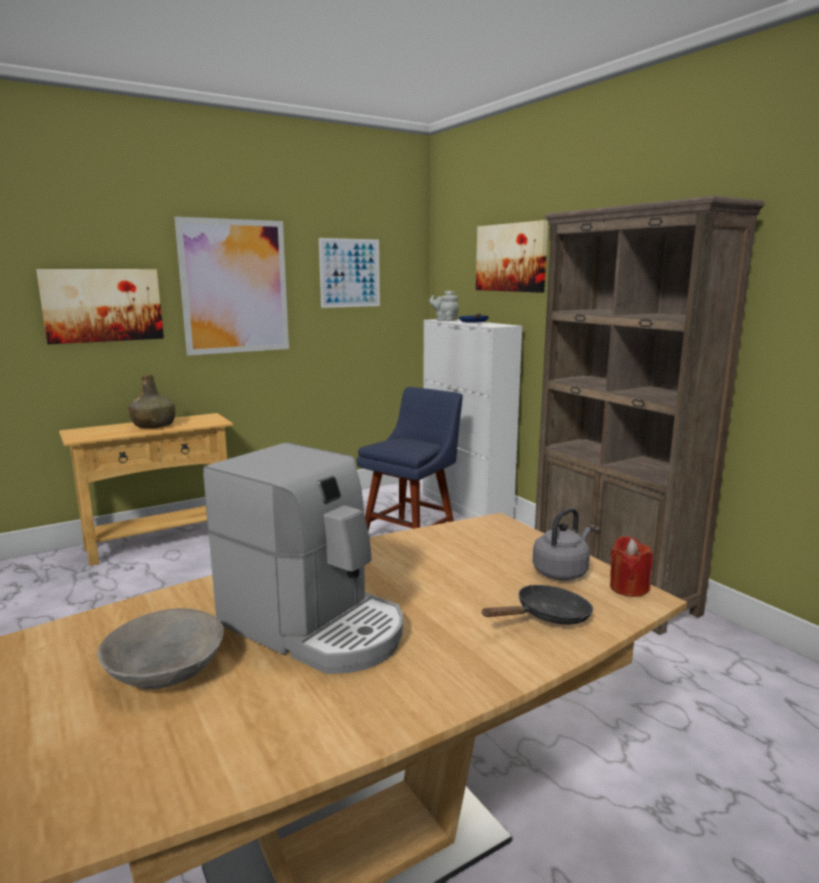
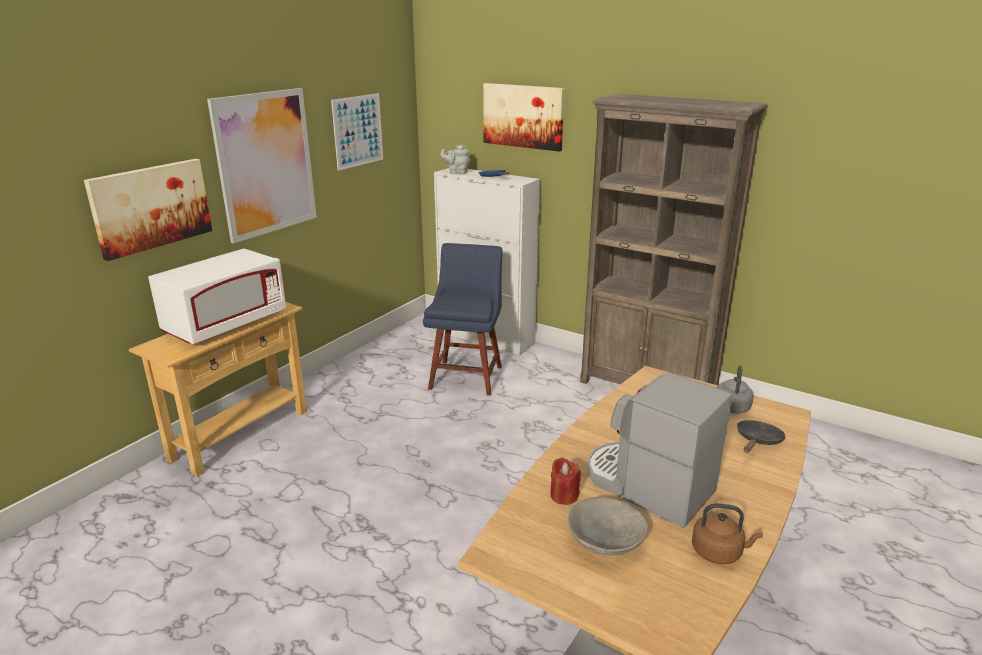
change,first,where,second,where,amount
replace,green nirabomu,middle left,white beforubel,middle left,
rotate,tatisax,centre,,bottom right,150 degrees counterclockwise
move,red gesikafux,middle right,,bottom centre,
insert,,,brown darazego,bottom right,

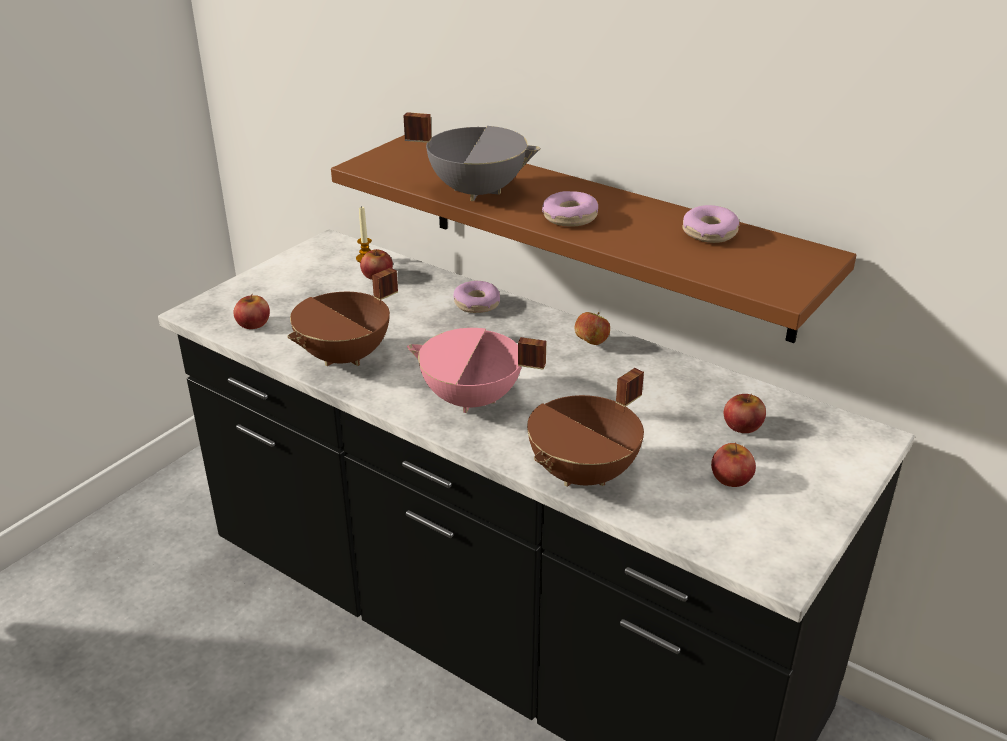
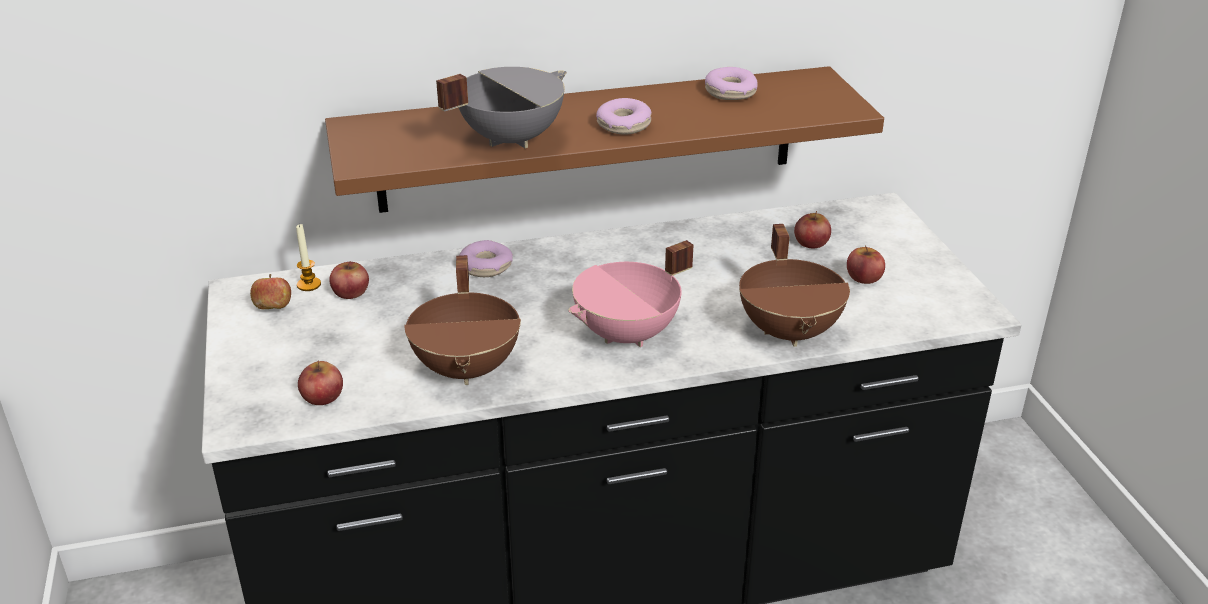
change,first,where,second,where,amount
move,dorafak (3rd from left in the first image),centre,dorafak (1st from left),middle left,

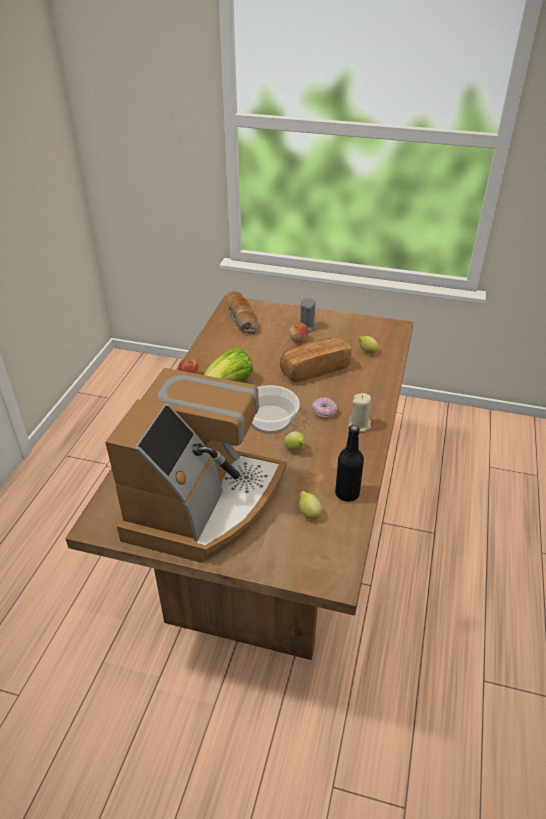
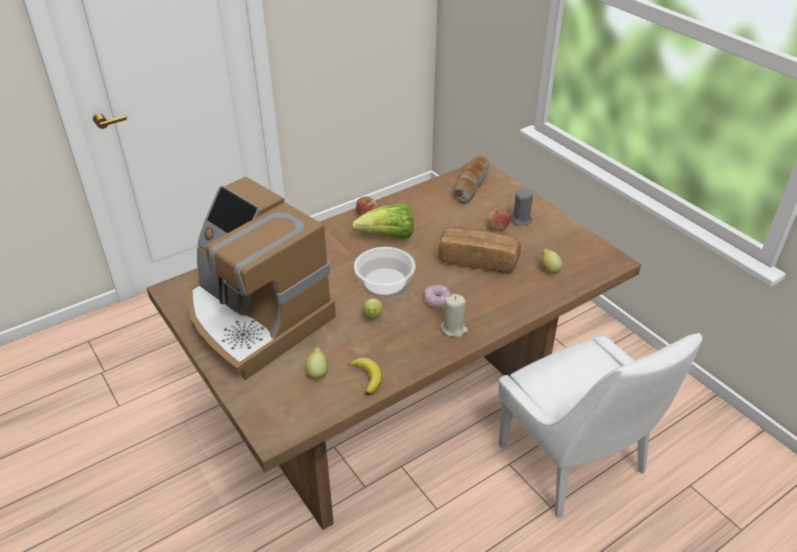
change,first,where,second,where,amount
rotate,tatisax,centre,,middle left,75 degrees clockwise
replace,black nirabomu,centre,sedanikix,bottom centre,
insert,,,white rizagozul,bottom right,

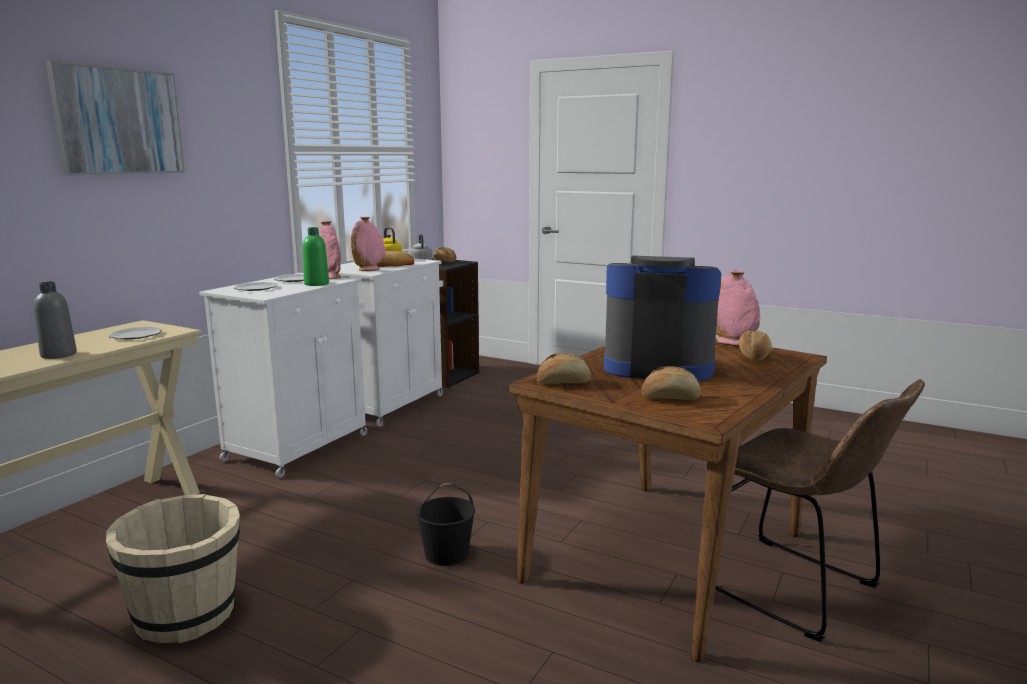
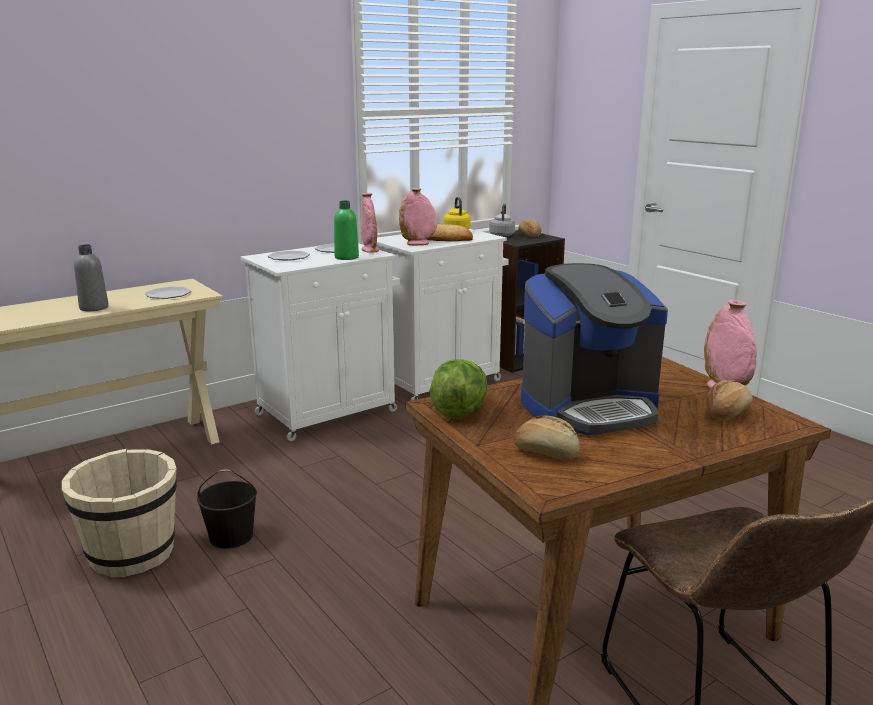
change,first,where,second,where,amount
delete,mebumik,top left,,,
move,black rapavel,bottom centre,,bottom left,
replace,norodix (3rd from left),centre,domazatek,centre,
rotate,tatisax,centre,,middle right,120 degrees clockwise

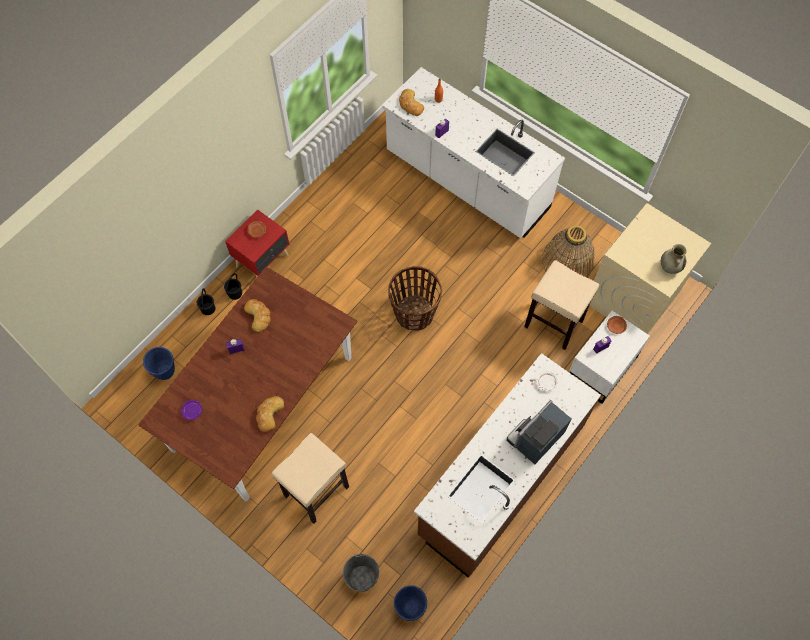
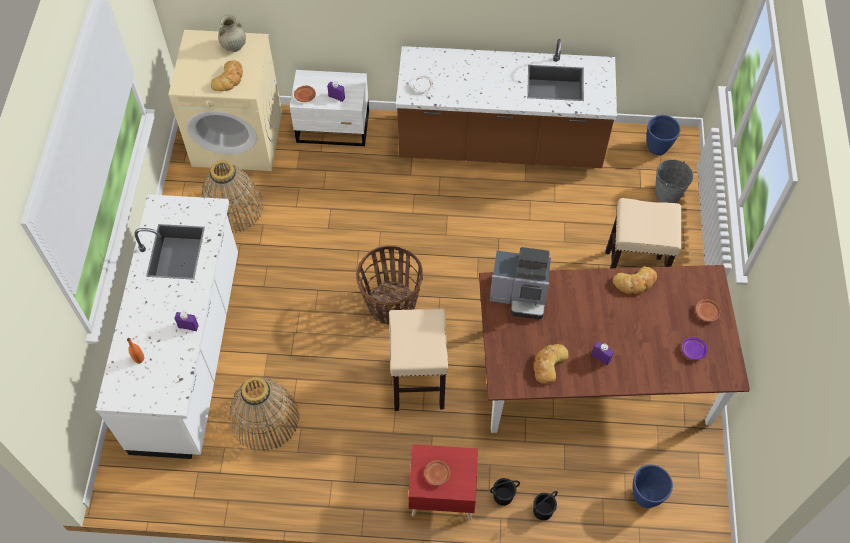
change,first,where,second,where,amount
move,norodix (3rd from left in the first image),top centre,norodix (1st from left),top left,
move,tatisax,bottom centre,,centre,
move,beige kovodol (2nd from left in the first image),middle right,beige kovodol (1st from left),centre,
insert,,,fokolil (2nd from left),bottom left,
insert,,,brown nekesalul (3rd from left),middle right,

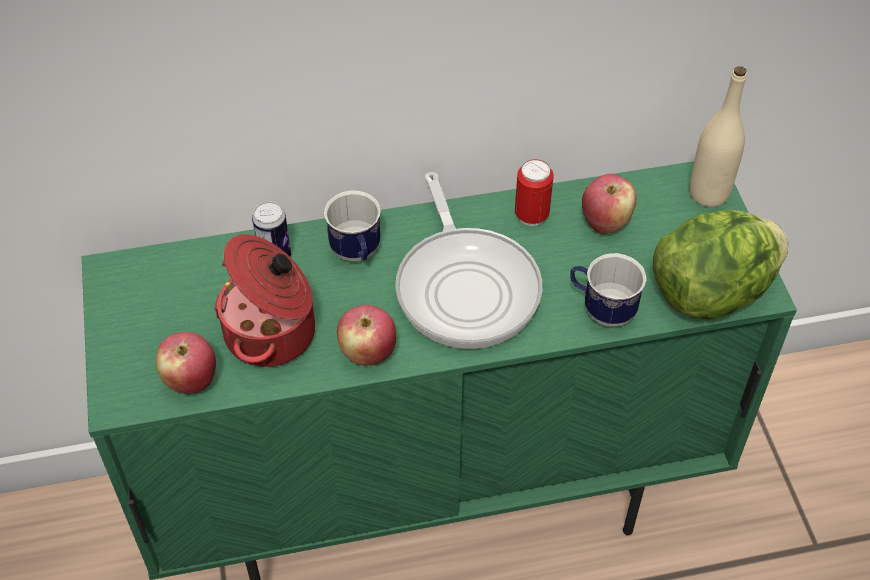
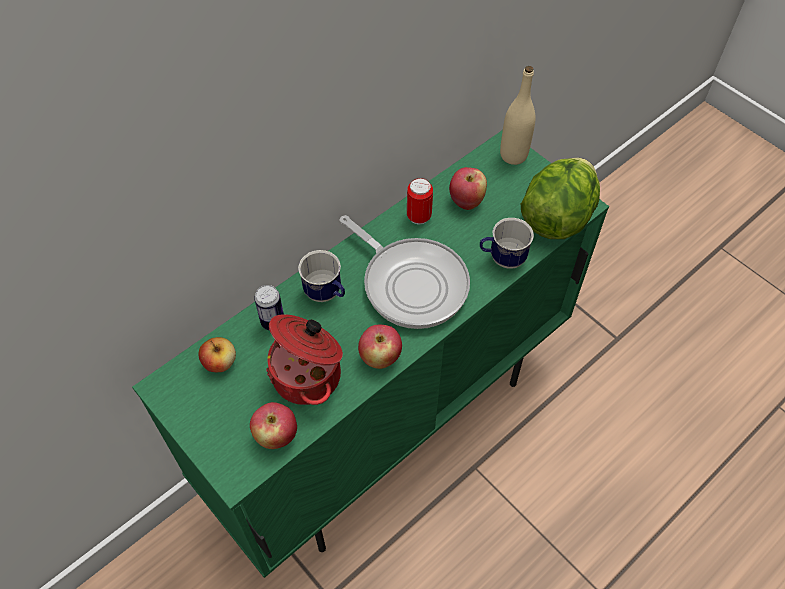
change,first,where,second,where,amount
insert,,,dorafak (1st from left),middle left,

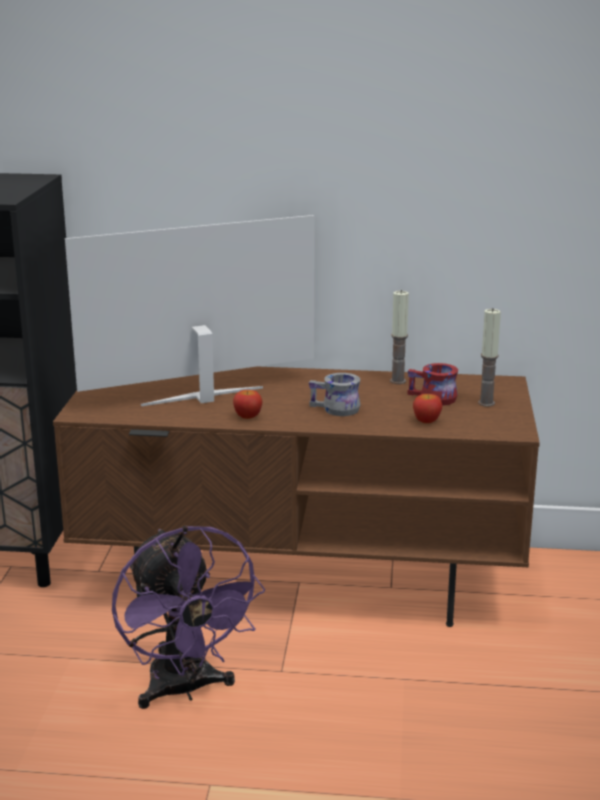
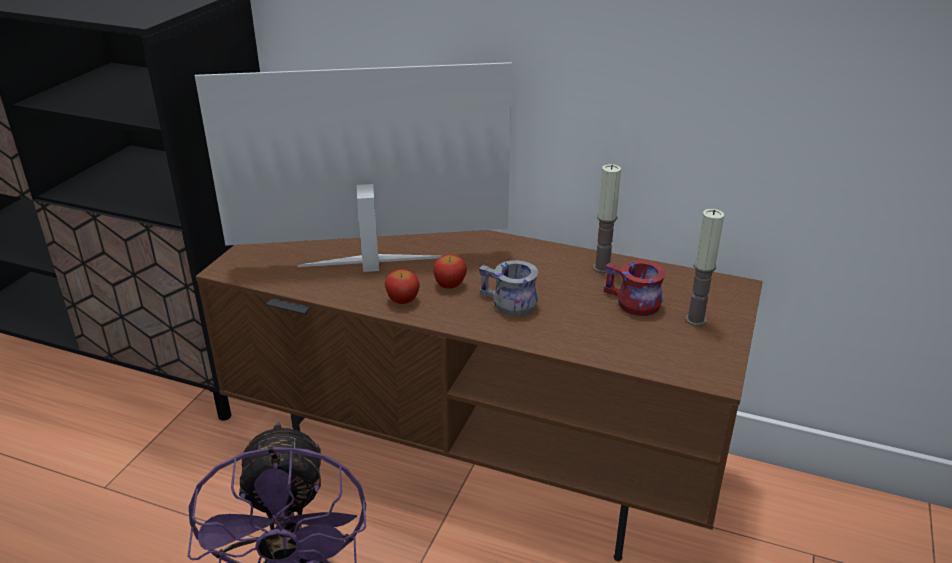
change,first,where,second,where,amount
move,dorafak (2nd from left),middle right,,centre,

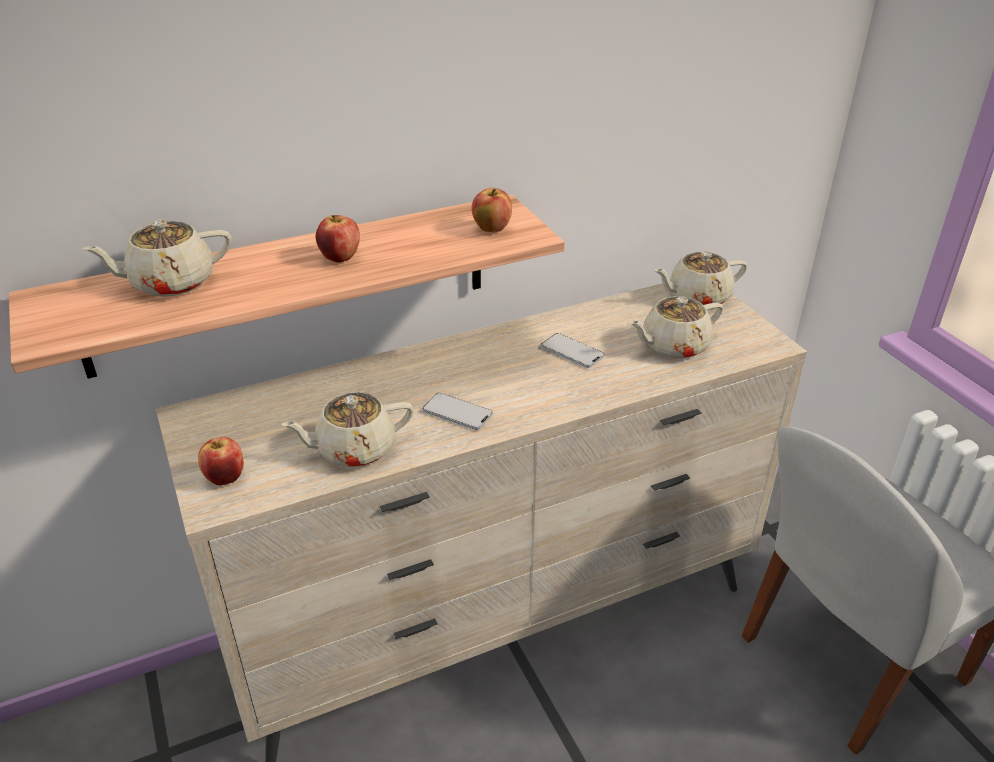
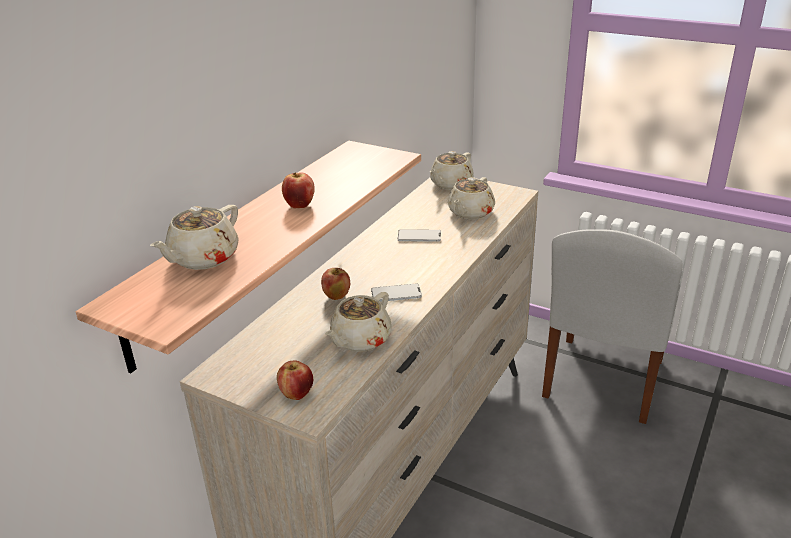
change,first,where,second,where,amount
move,dorafak (3rd from left),top centre,,centre,

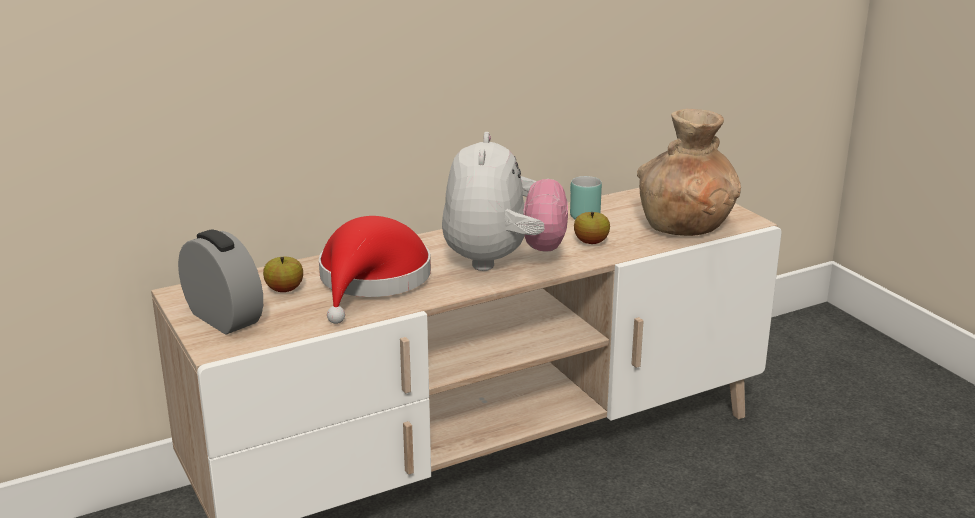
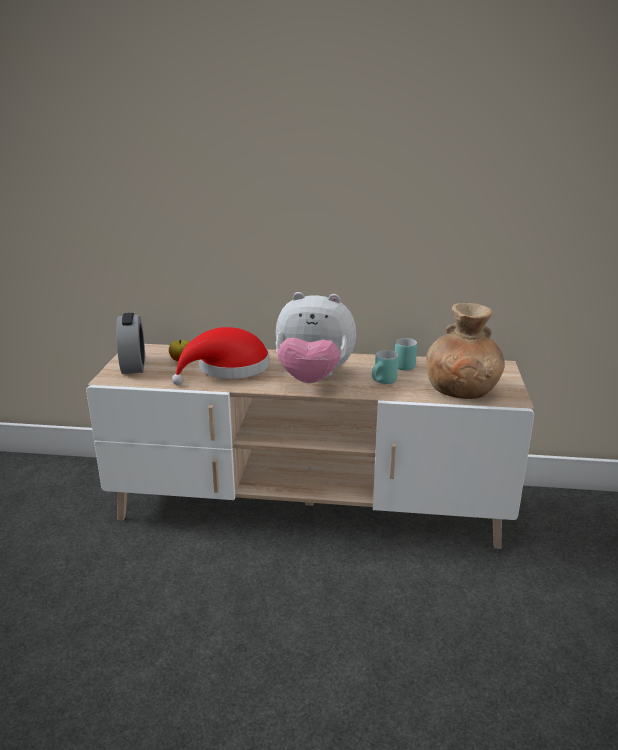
change,first,where,second,where,amount
rotate,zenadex,centre,,centre,60 degrees clockwise
replace,dorafak (2nd from left),centre,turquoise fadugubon (1st from left),centre,

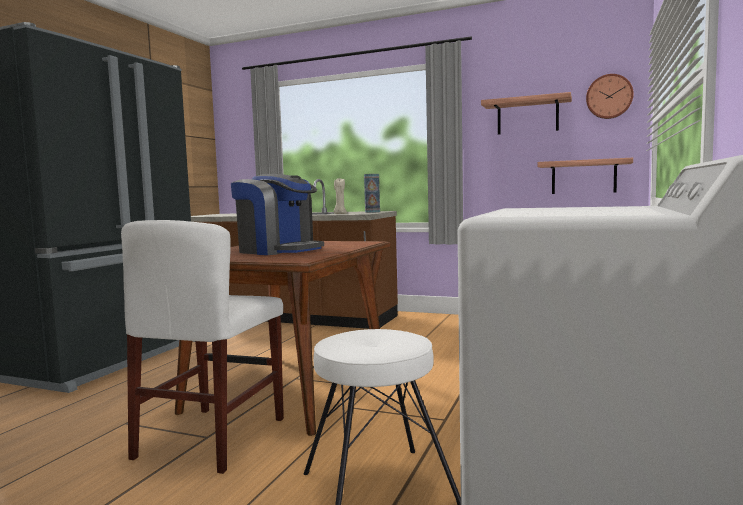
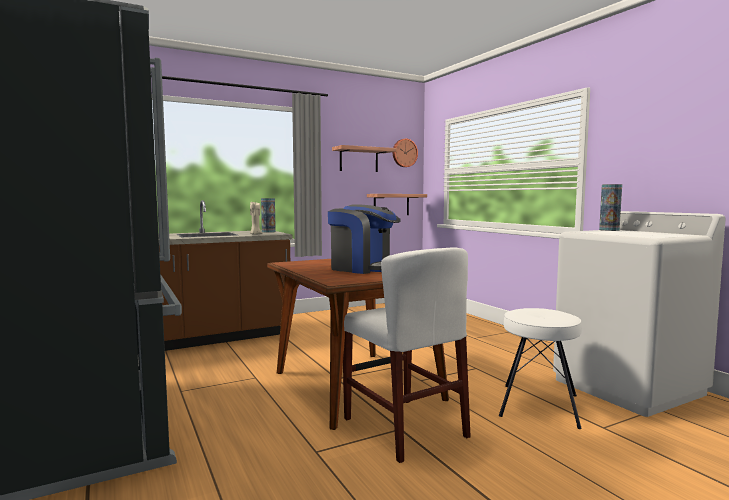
change,first,where,second,where,amount
rotate,tatisax,centre,,centre,45 degrees clockwise
insert,,,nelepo (2nd from left),middle right,

